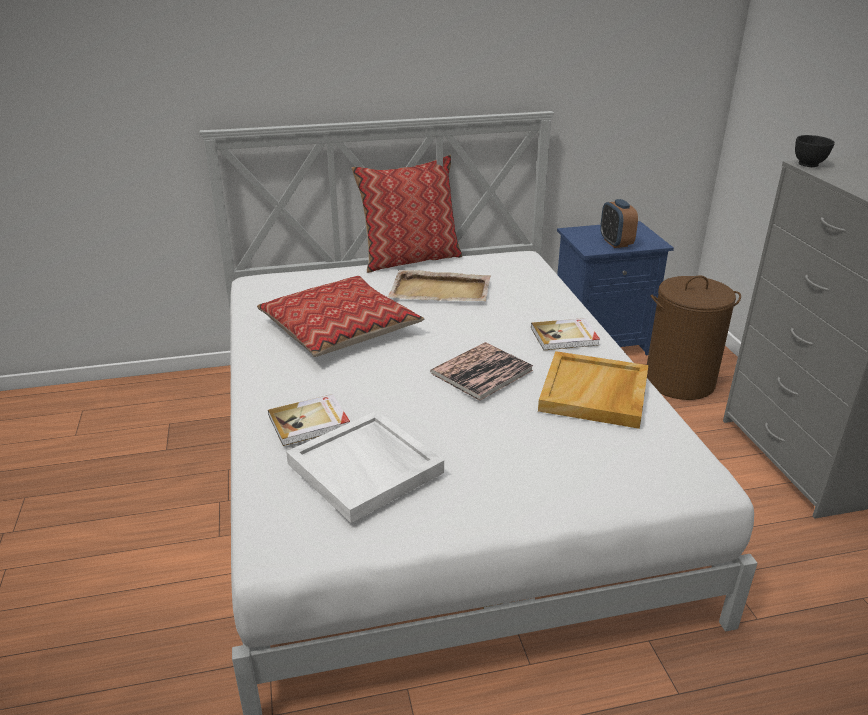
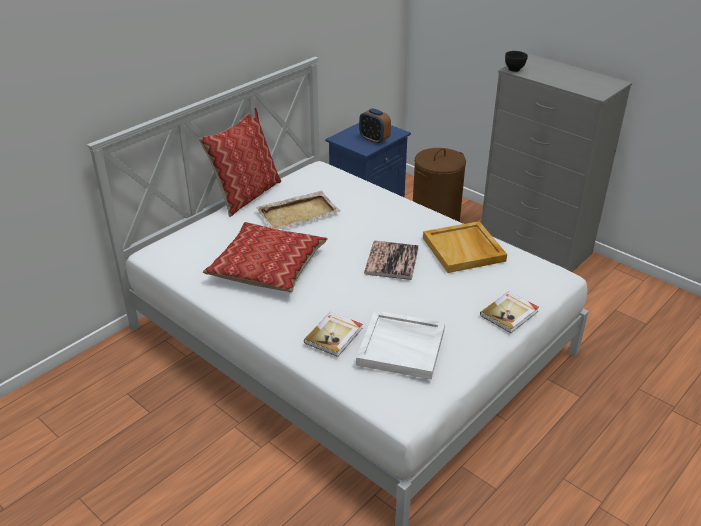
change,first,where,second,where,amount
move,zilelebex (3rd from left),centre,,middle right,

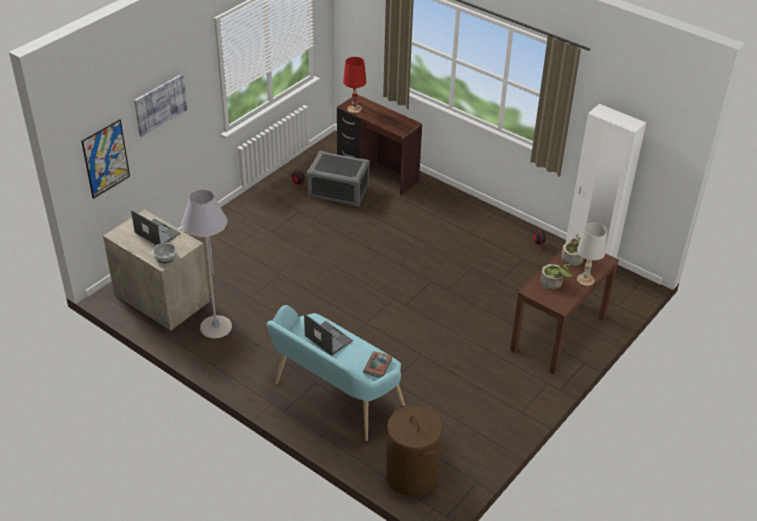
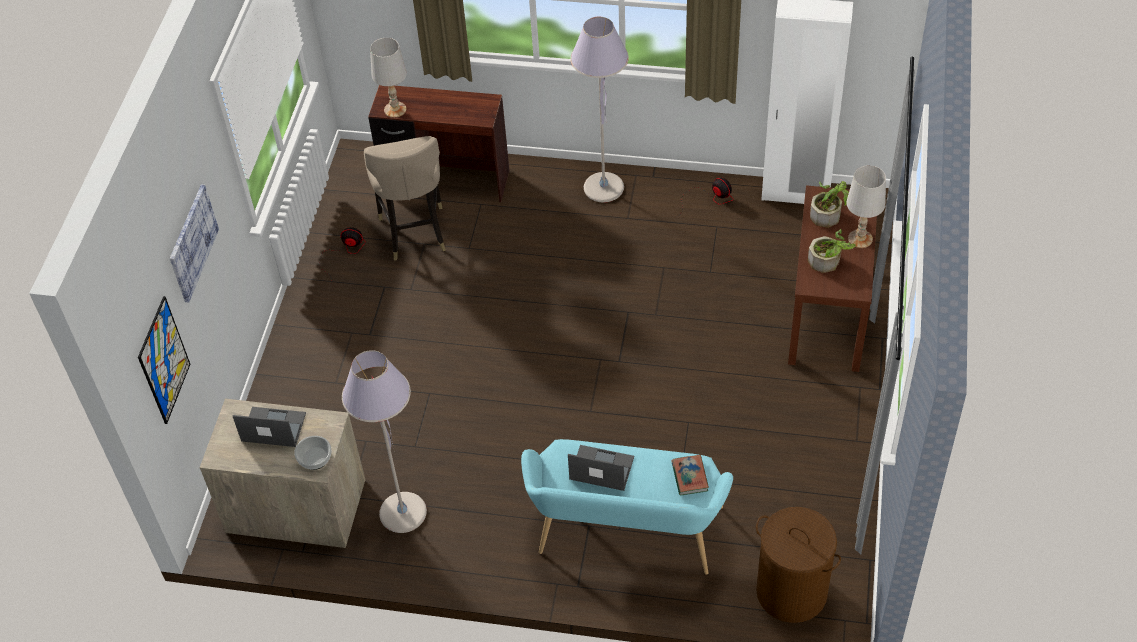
change,first,where,second,where,amount
replace,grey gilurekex,centre,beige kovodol,top centre,
recolor,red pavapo,top centre,white pavapo (1st from left),top centre,
insert,,,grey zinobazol (2nd from left),top centre,

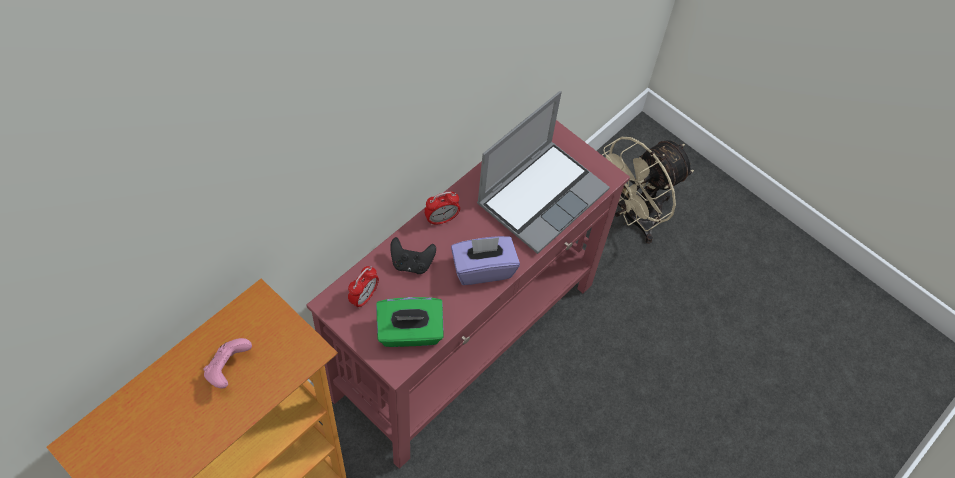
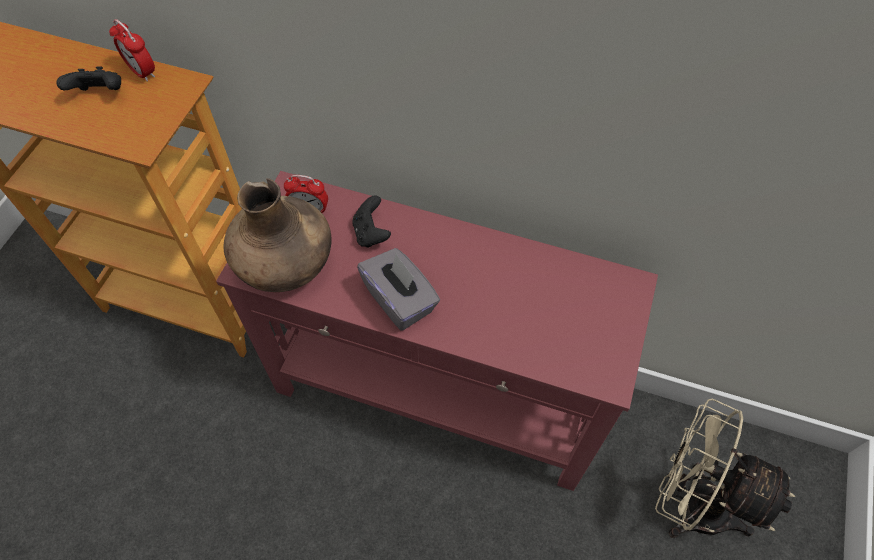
change,first,where,second,where,amount
recolor,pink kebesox,bottom left,black kebesox (1st from left),top left,
replace,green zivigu,bottom centre,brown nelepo,middle left,
move,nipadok (2nd from left in the first image),centre,nipadok (1st from left),top left,
recolor,purple zivigu,centre,grey zivigu,centre,
delete,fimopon,centre,,,

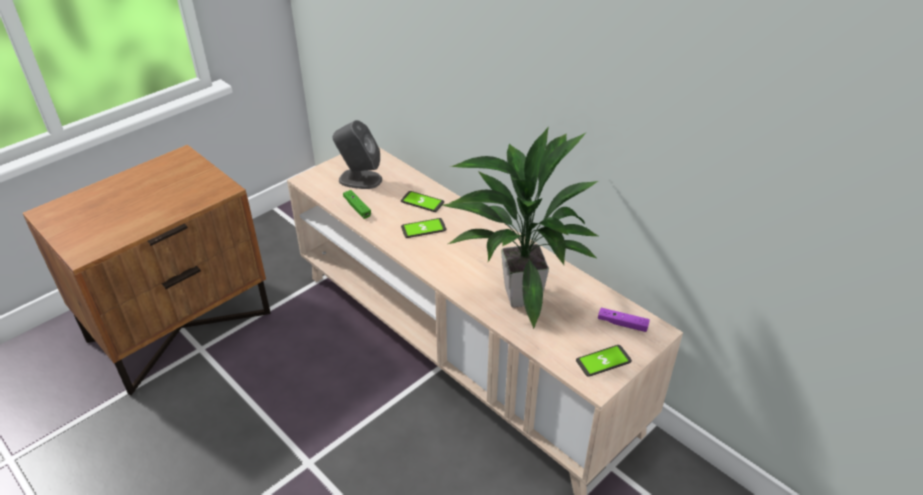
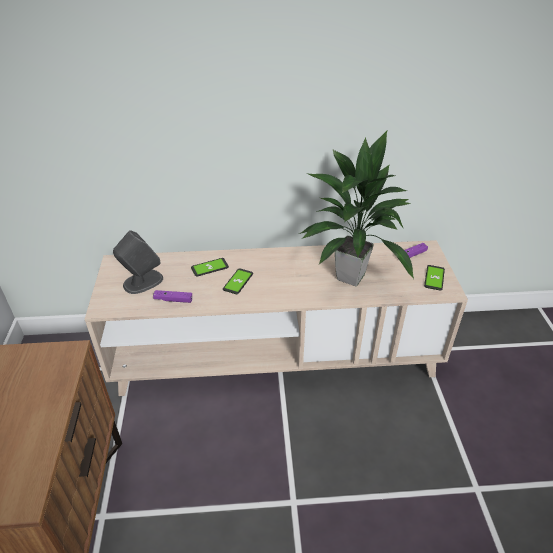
change,first,where,second,where,amount
recolor,green kebesox,centre,purple kebesox (1st from left),middle left,

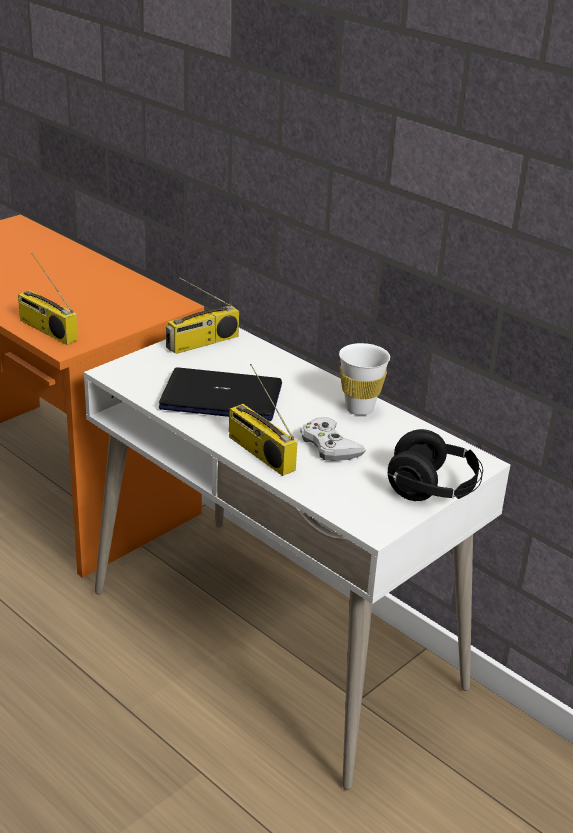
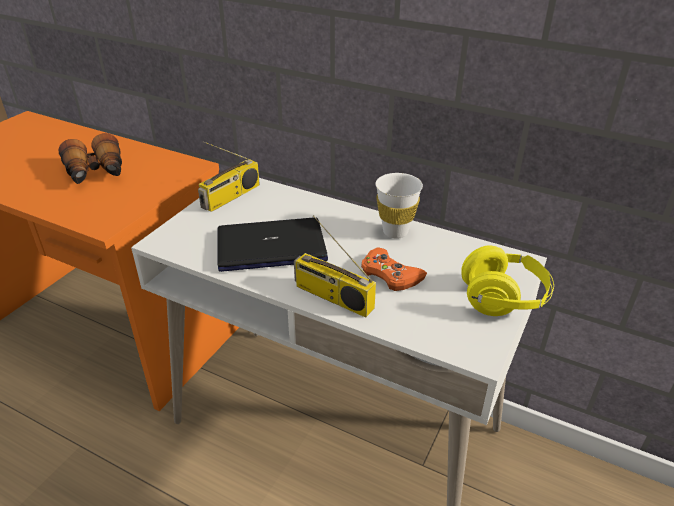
change,first,where,second,where,amount
delete,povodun (1st from left),middle left,,,
recolor,white kebesox,centre,orange kebesox,centre,
recolor,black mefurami,middle right,yellow mefurami,middle right,
insert,,,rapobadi,top left,

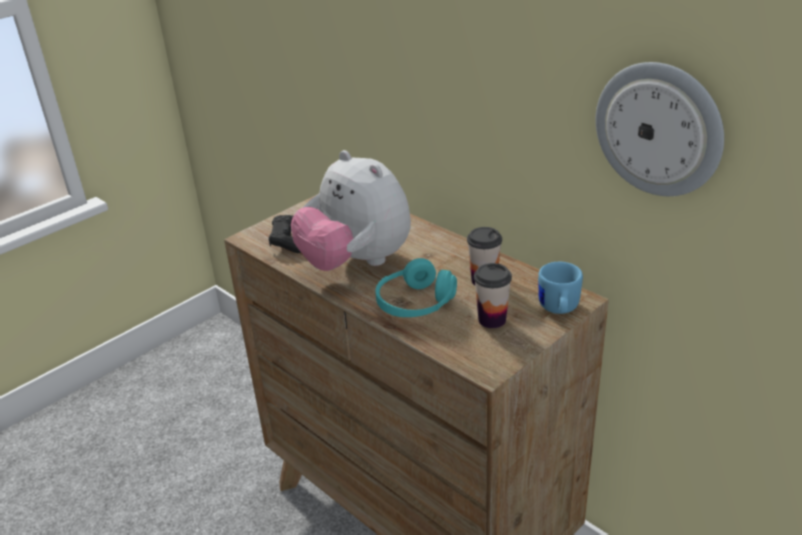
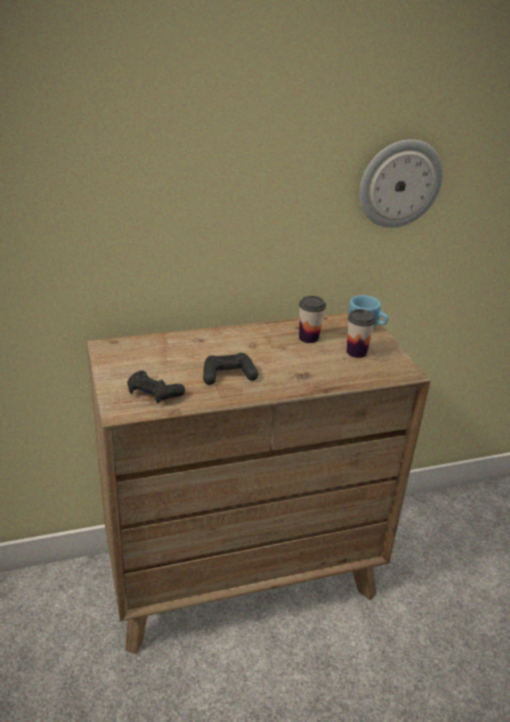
change,first,where,second,where,amount
replace,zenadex,centre,black kebesox (2nd from left),centre,
delete,turquoise mefurami,centre,,,

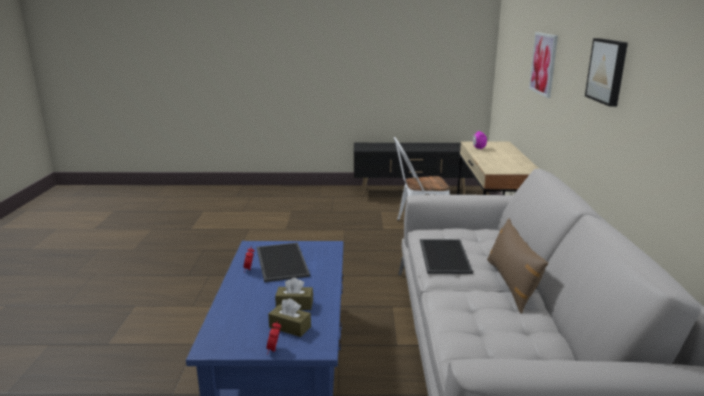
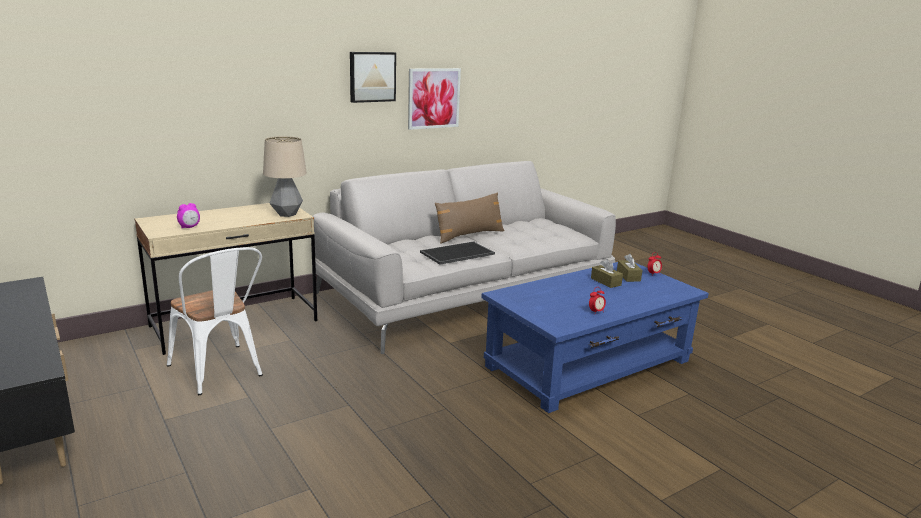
change,first,where,second,where,amount
delete,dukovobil (1st from left),centre,,,
move,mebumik (1st from left in the first image),top right,mebumik (2nd from left),top centre,
insert,,,pavapo,middle left,

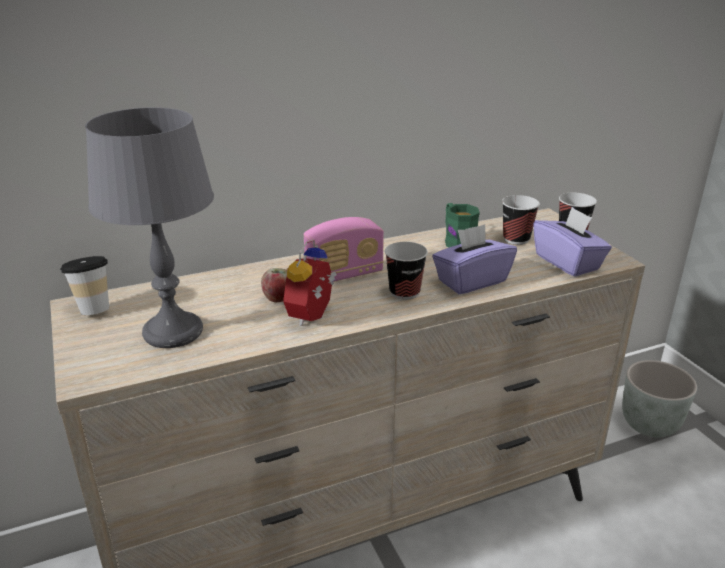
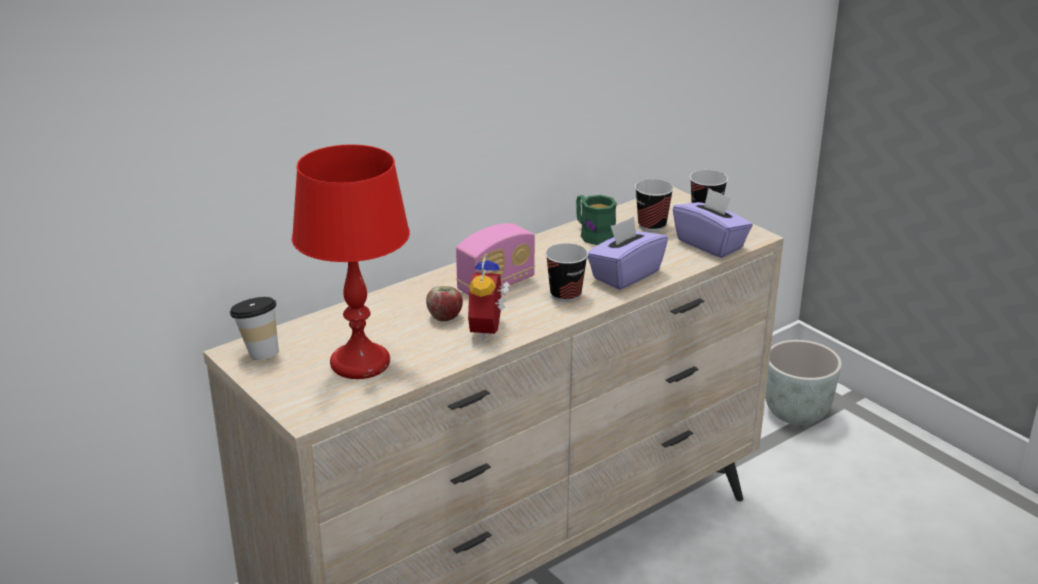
change,first,where,second,where,amount
recolor,grey pavapo,middle left,red pavapo,centre,

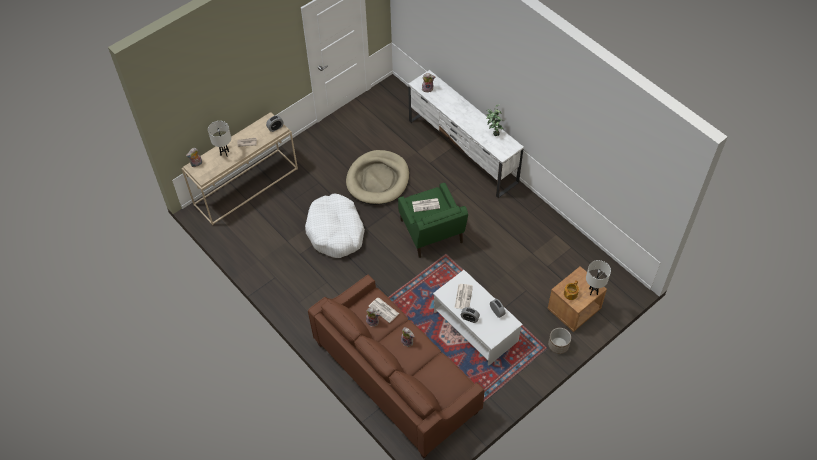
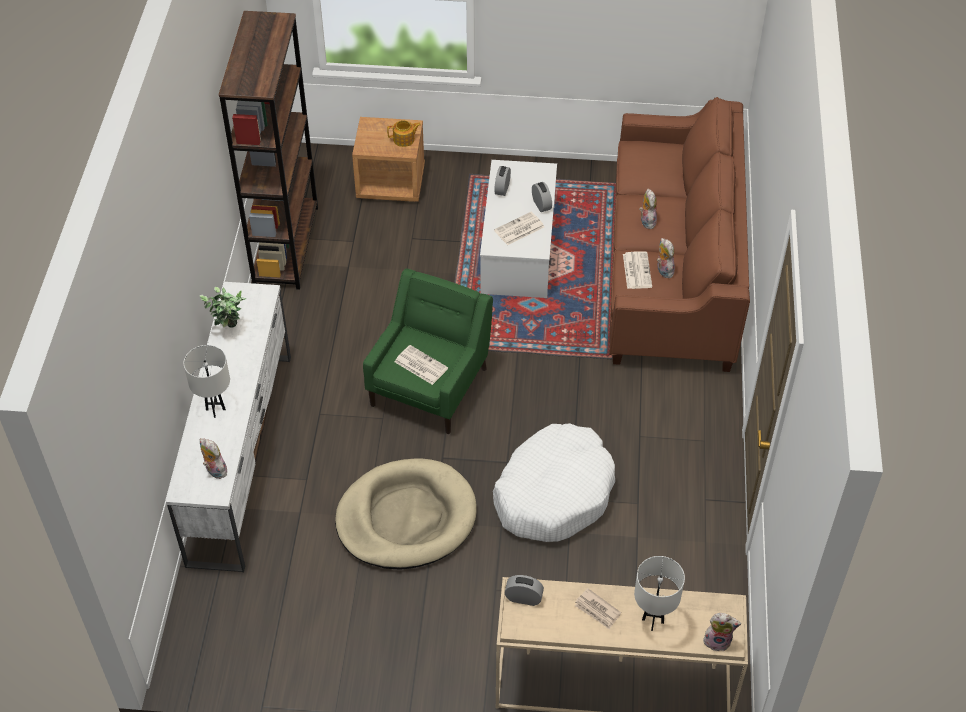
change,first,where,second,where,amount
delete,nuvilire,bottom right,,,
move,white pavapo (2nd from left in the first image),middle right,white pavapo (1st from left),middle left,
insert,,,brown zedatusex,top left,

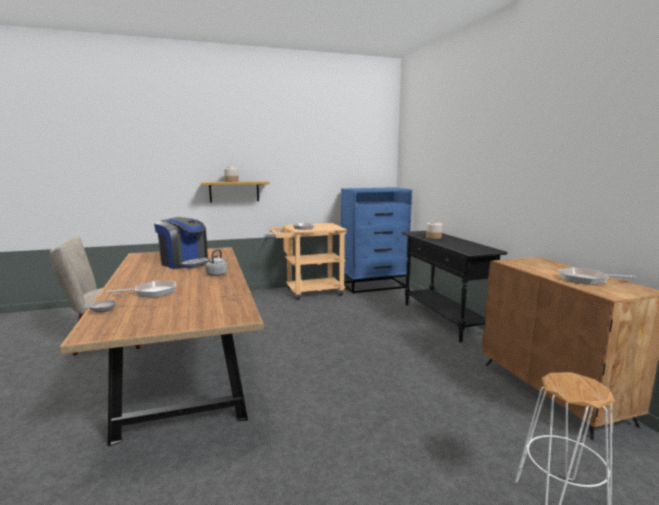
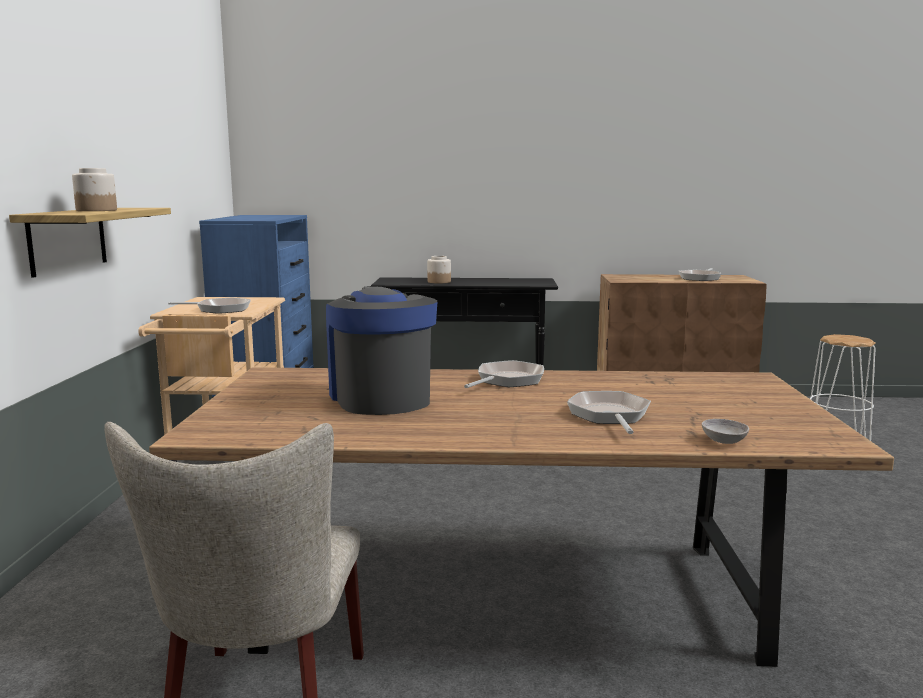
change,first,where,second,where,amount
rotate,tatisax,middle left,,centre,75 degrees counterclockwise
replace,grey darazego,middle left,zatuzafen (2nd from left),centre,

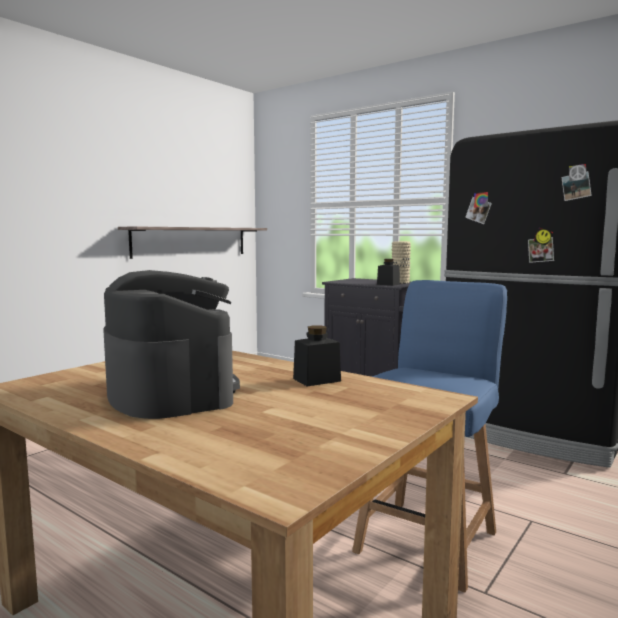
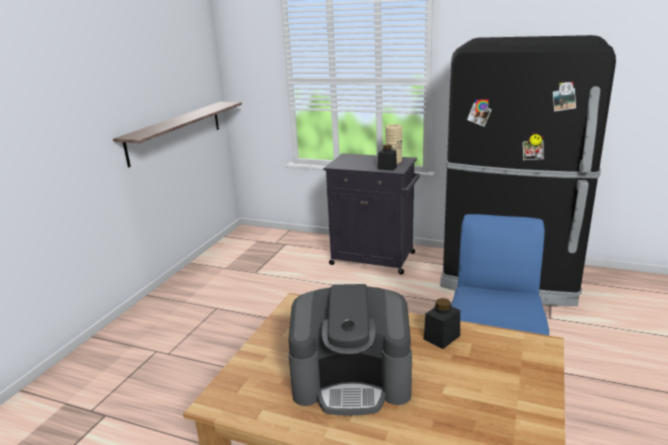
change,first,where,second,where,amount
rotate,tatisax,middle left,,bottom centre,135 degrees clockwise

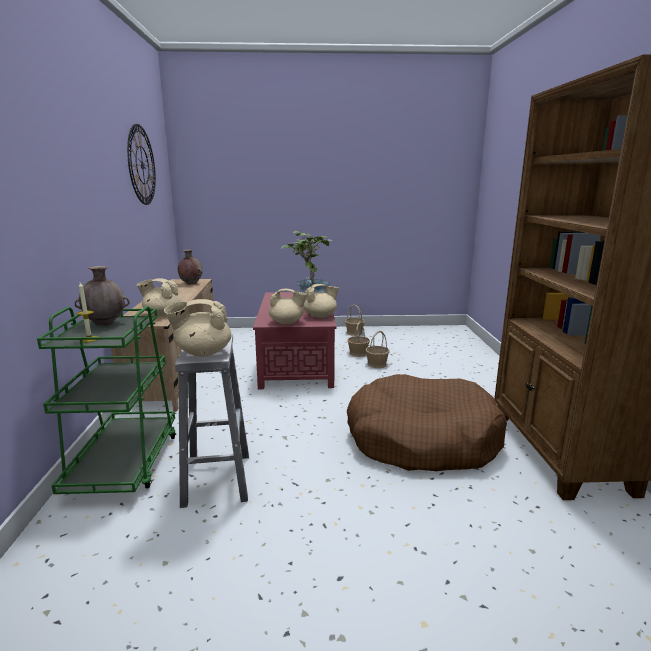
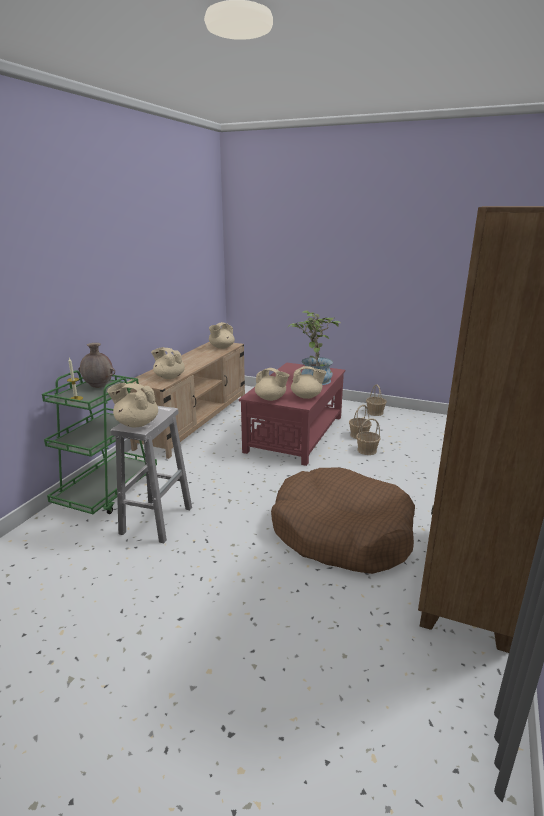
change,first,where,second,where,amount
delete,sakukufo,top left,,,
replace,brown nelepo (2nd from left),middle left,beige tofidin (3rd from left),centre,

